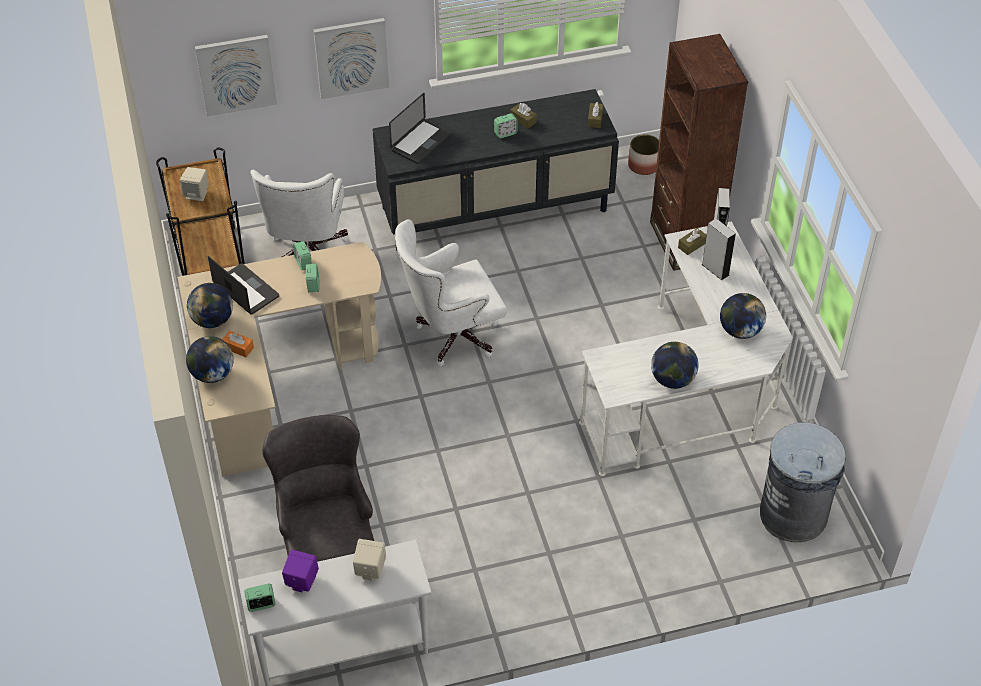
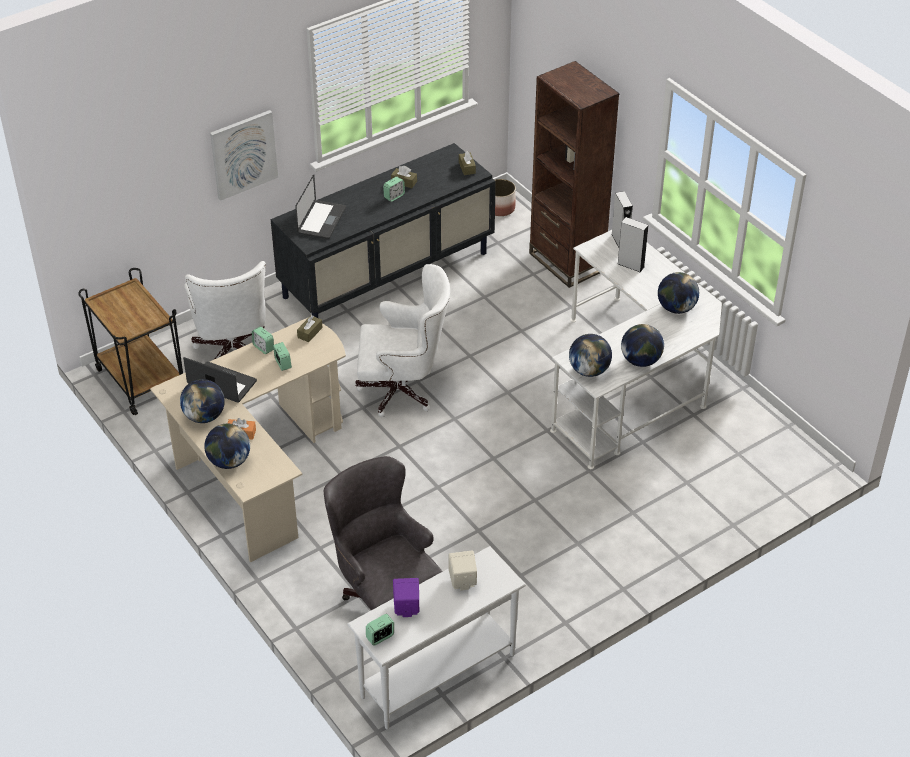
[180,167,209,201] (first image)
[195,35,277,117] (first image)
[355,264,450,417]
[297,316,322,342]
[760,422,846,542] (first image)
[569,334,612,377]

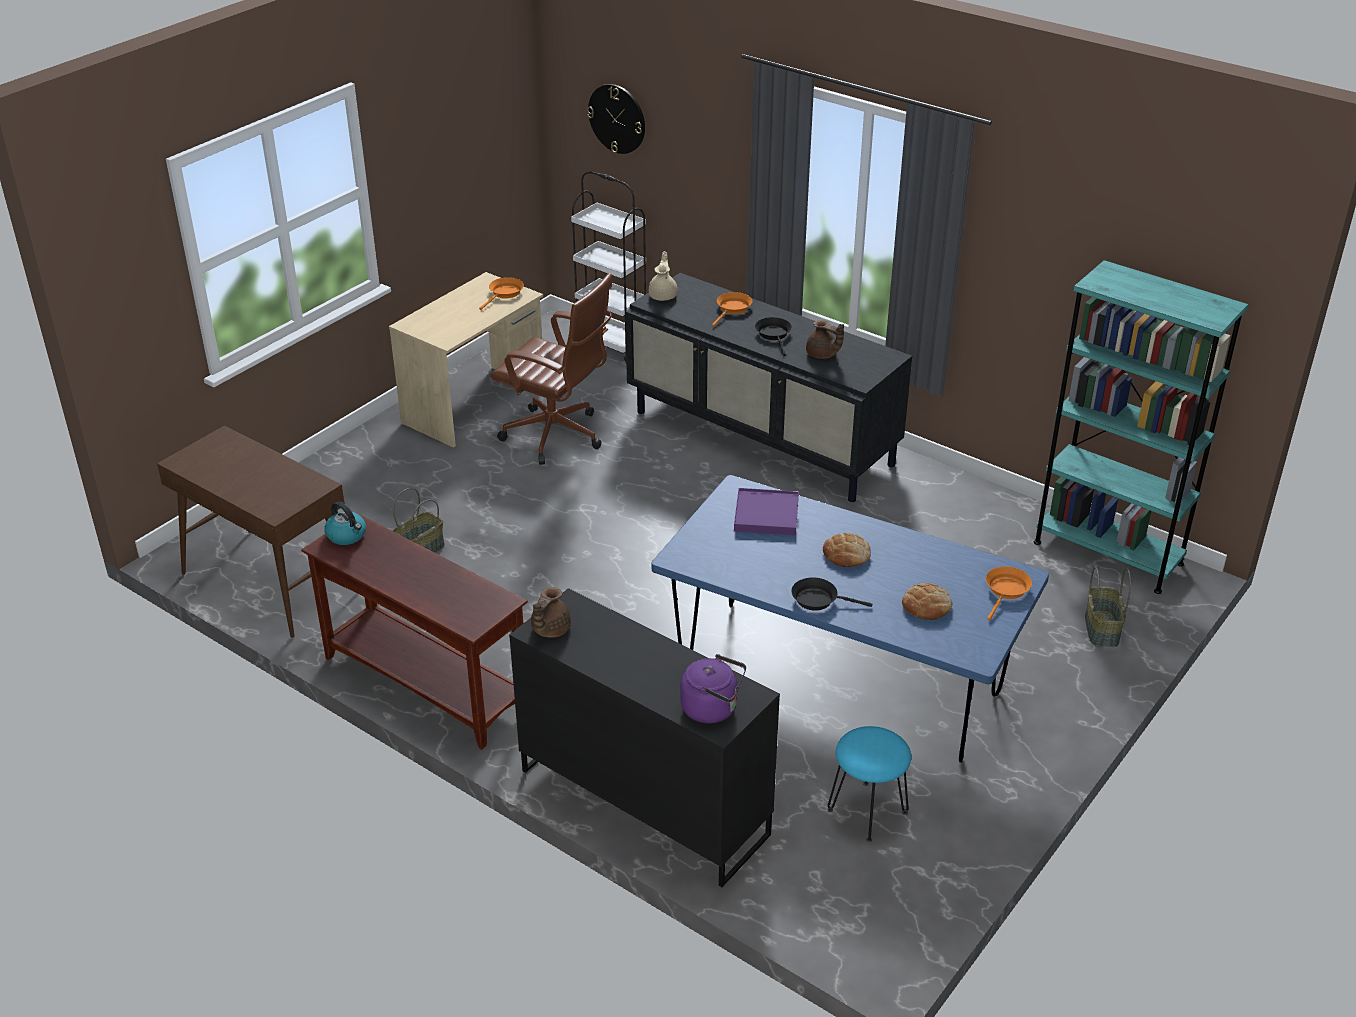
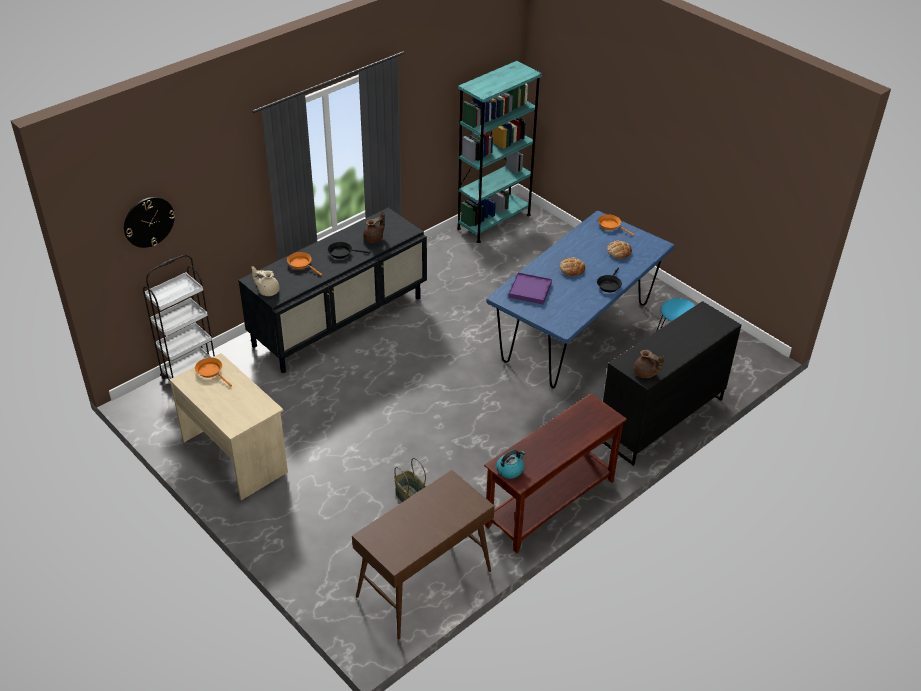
[491,273,612,465] (first image)
[680,654,746,723] (first image)
[1085,567,1131,647] (first image)

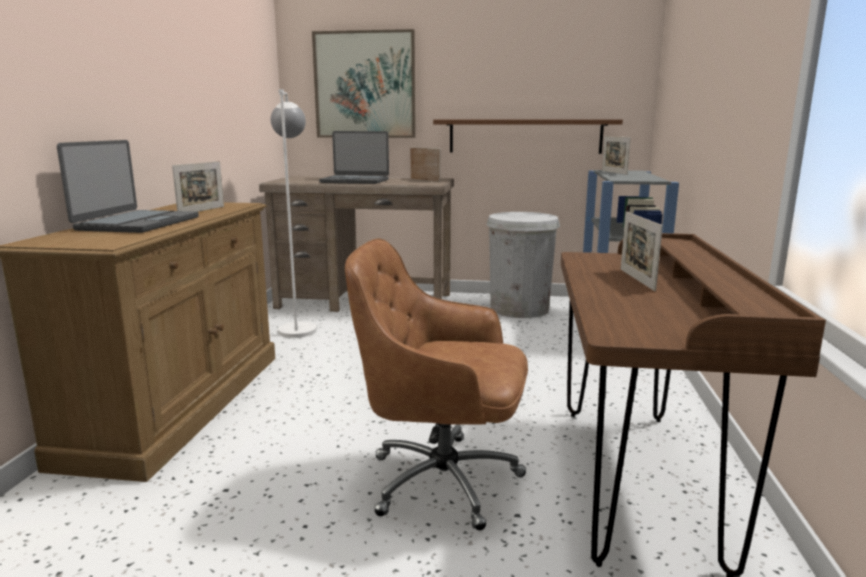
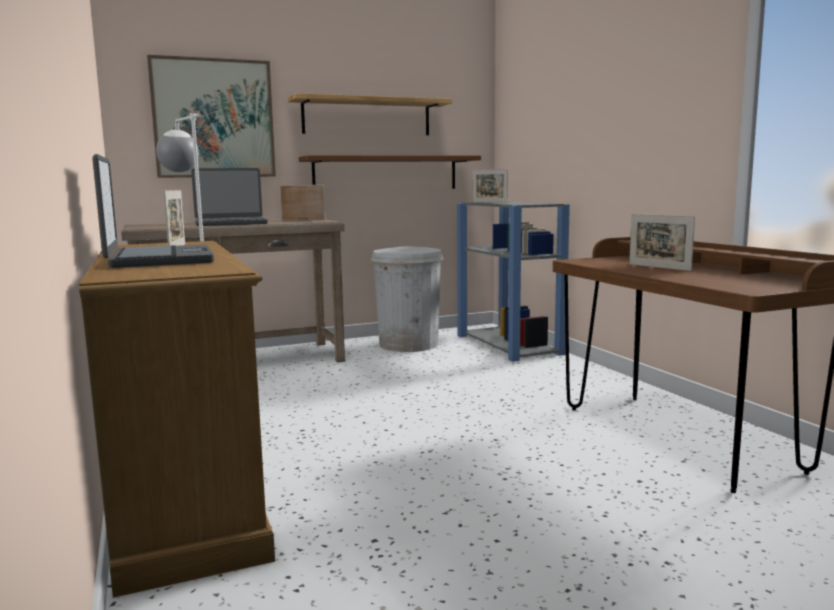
[345,238,528,530] (first image)
[288,93,453,135]

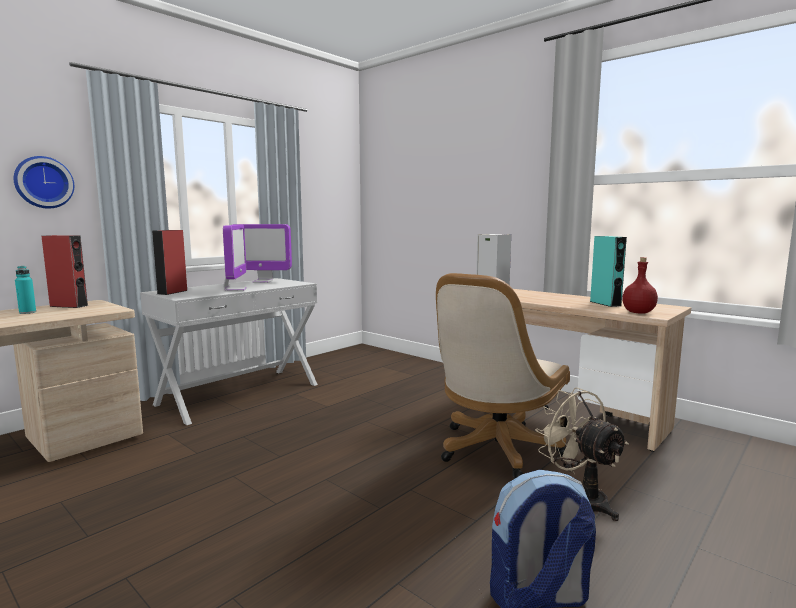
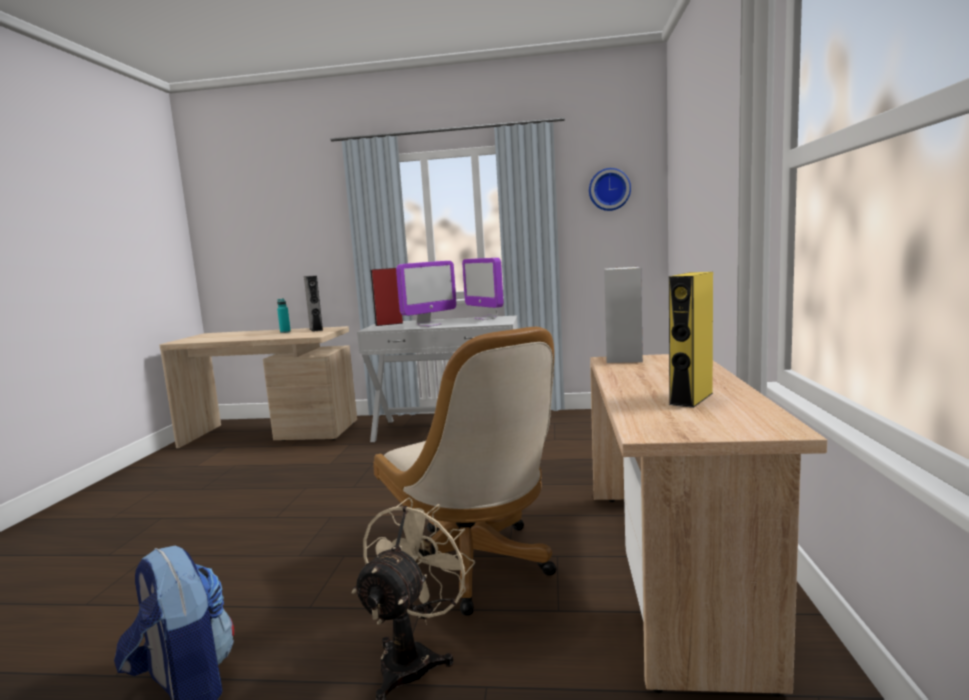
[589,168,631,211]
[304,275,323,332]
[373,327,556,616]
[669,272,713,408]
[622,257,658,314] (first image)

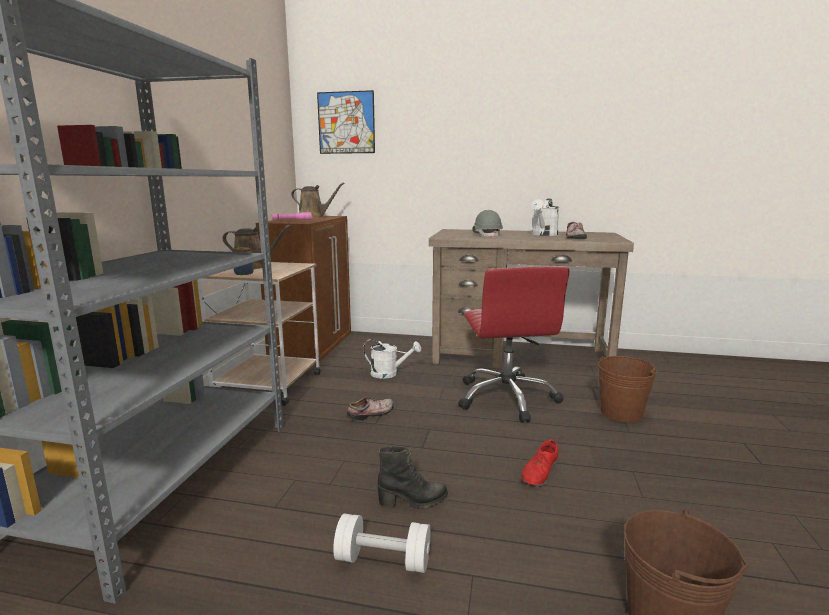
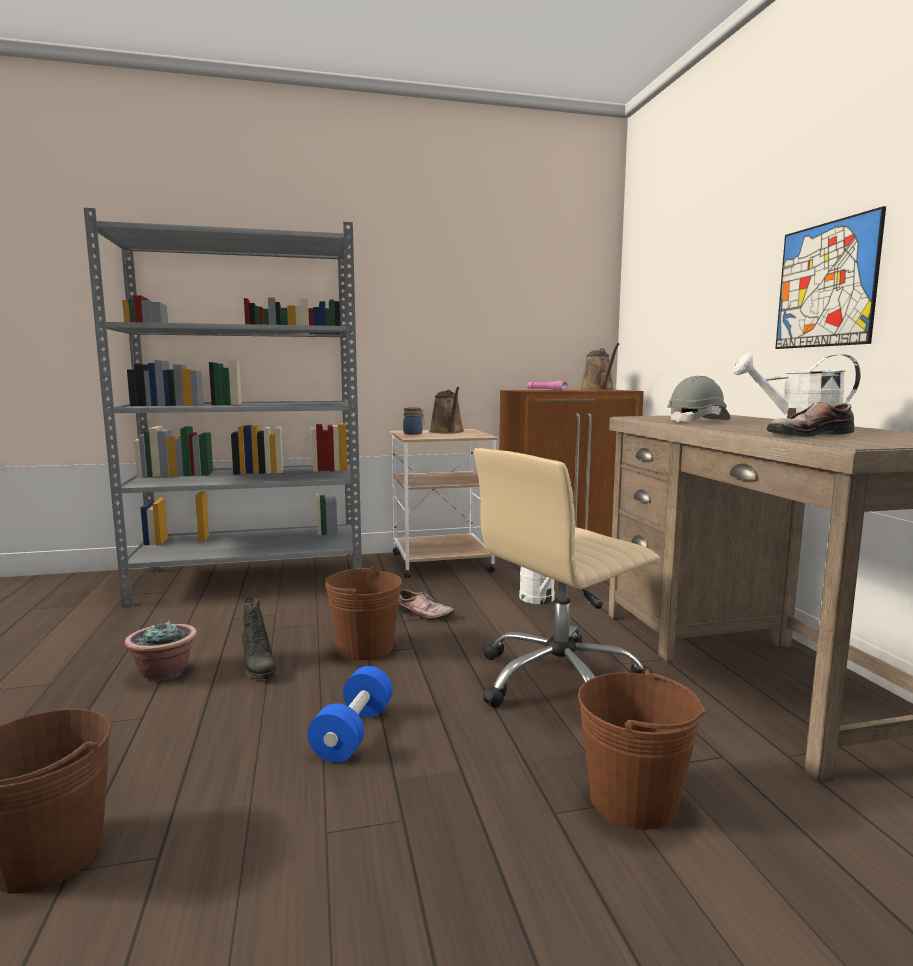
[775,206,886,349]
[124,620,197,682]
[474,448,660,708]
[308,666,393,763]
[325,566,402,660]

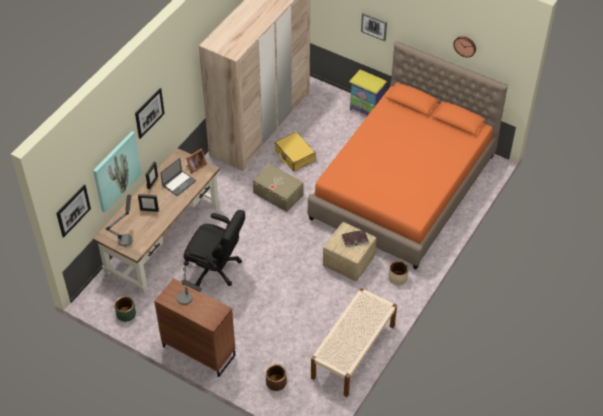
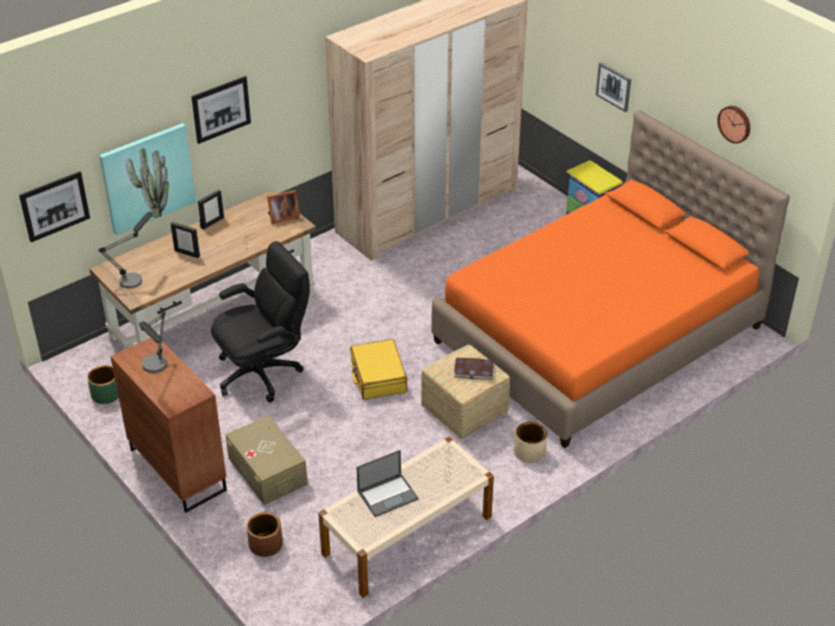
[357,450,419,517]
[211,241,310,403]
[225,415,308,505]
[350,339,407,400]

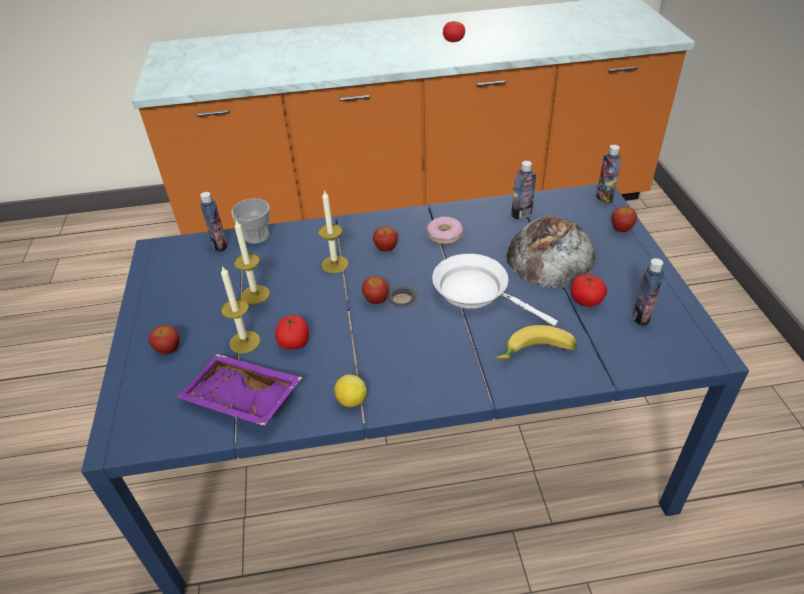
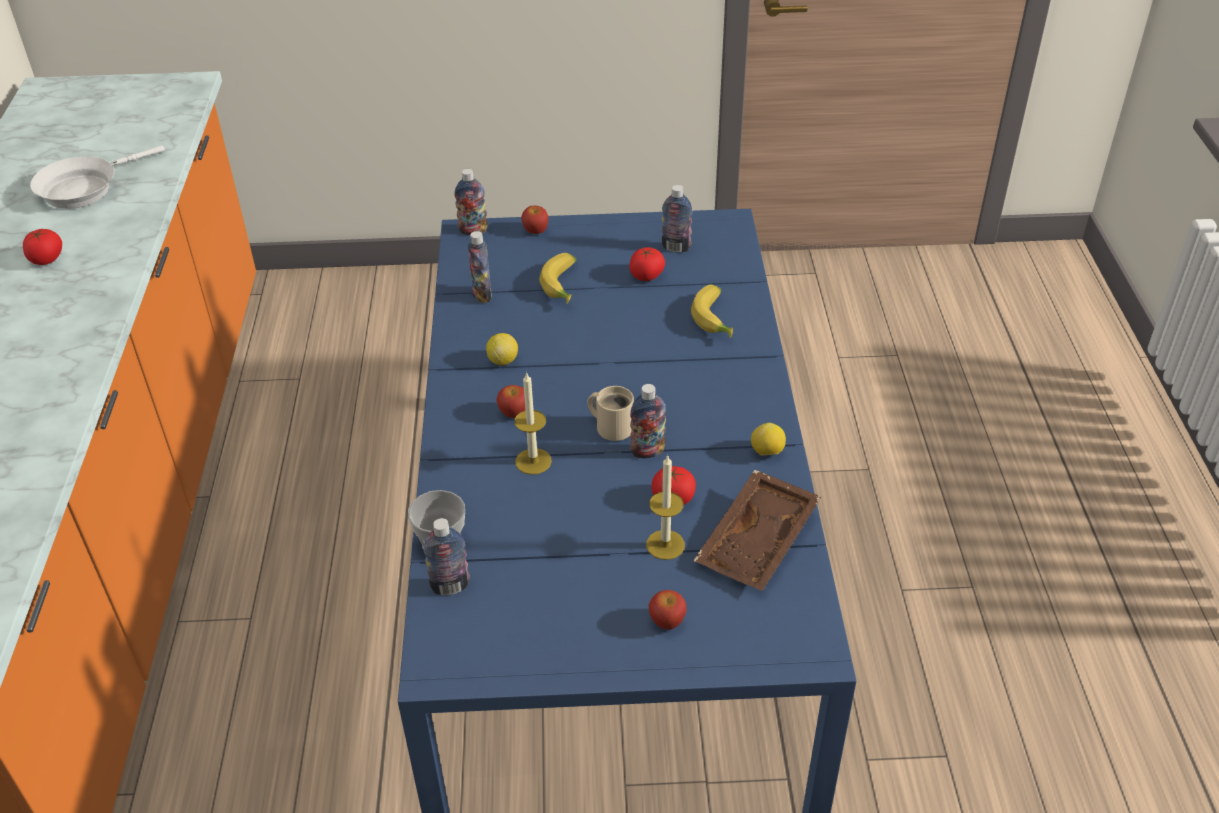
[694,470,821,591]
[234,221,270,305] (first image)
[587,386,634,441]
[486,333,518,365]
[30,145,165,209]
[539,253,576,304]
[630,384,666,458]

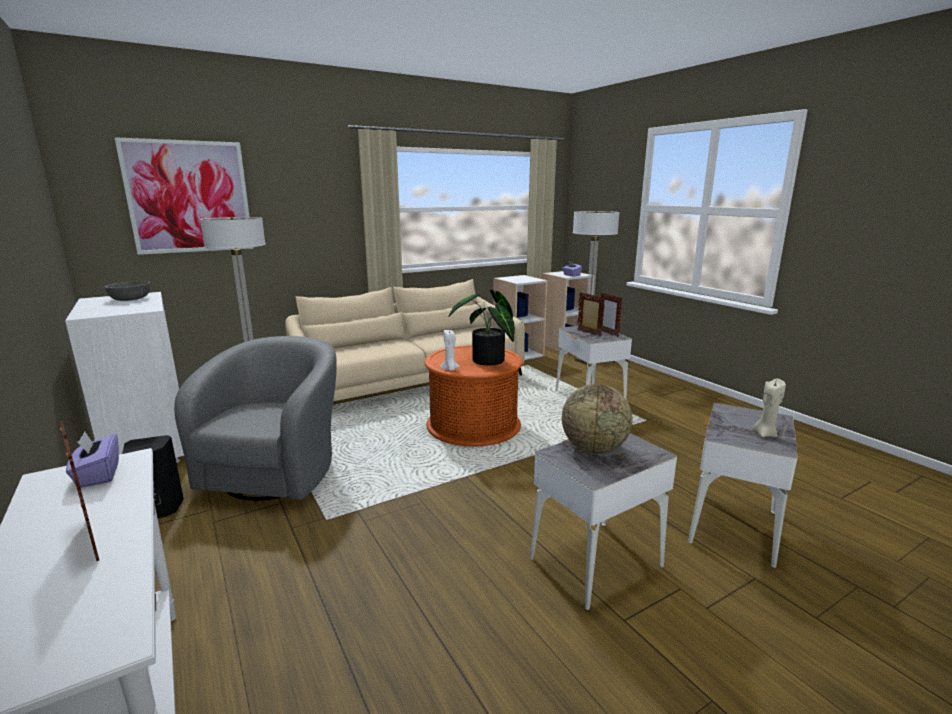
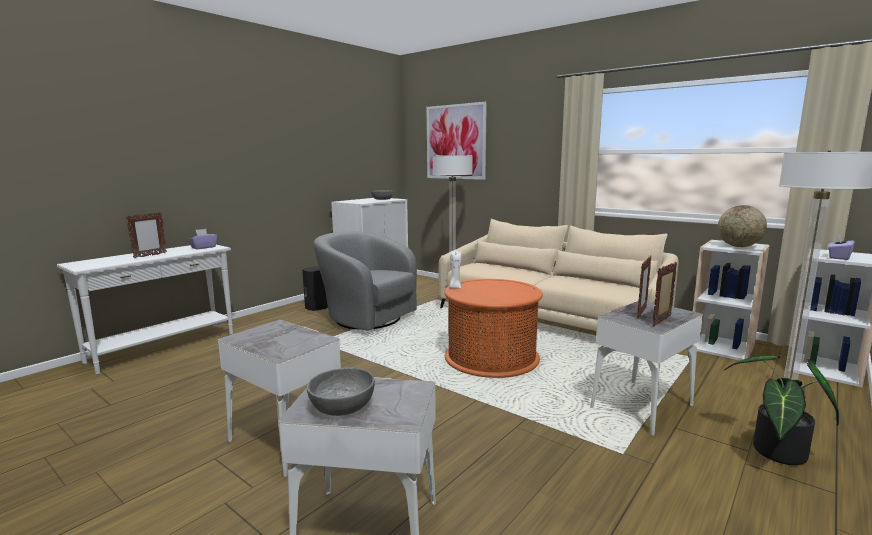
[314,231,417,331]
[724,356,839,465]
[718,205,767,247]
[307,367,375,416]

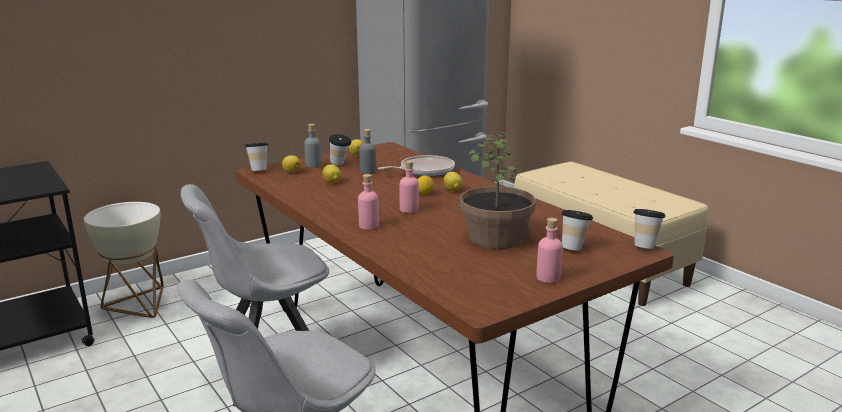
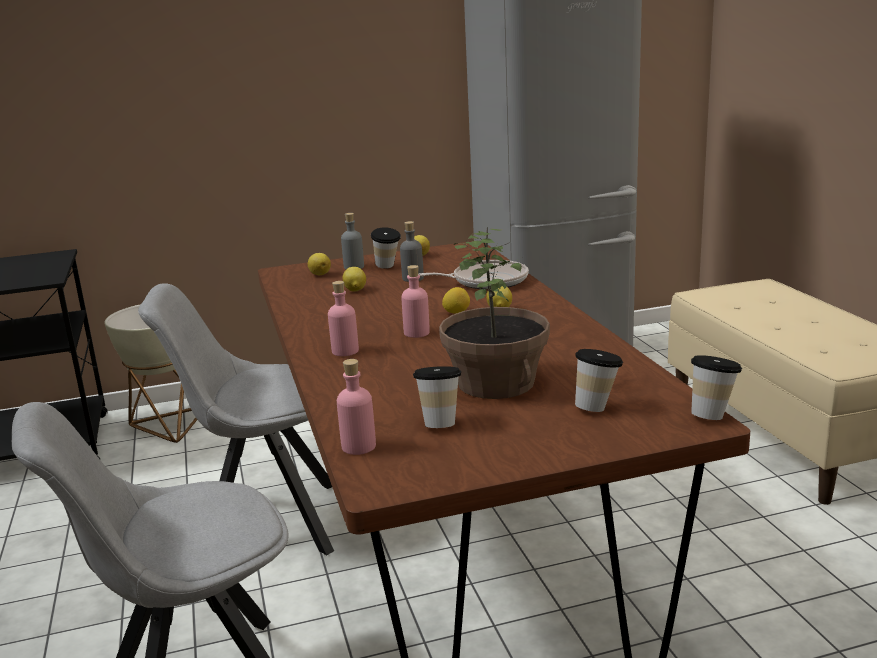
[413,366,461,428]
[337,359,376,455]

